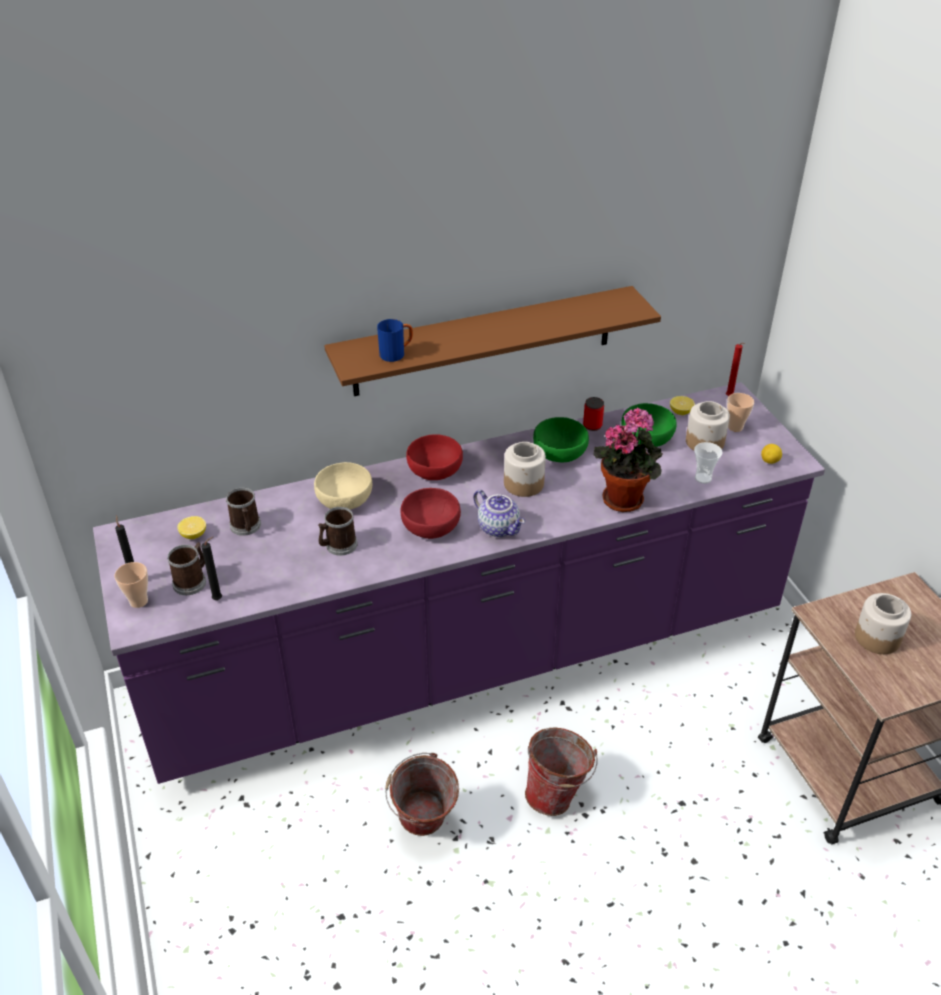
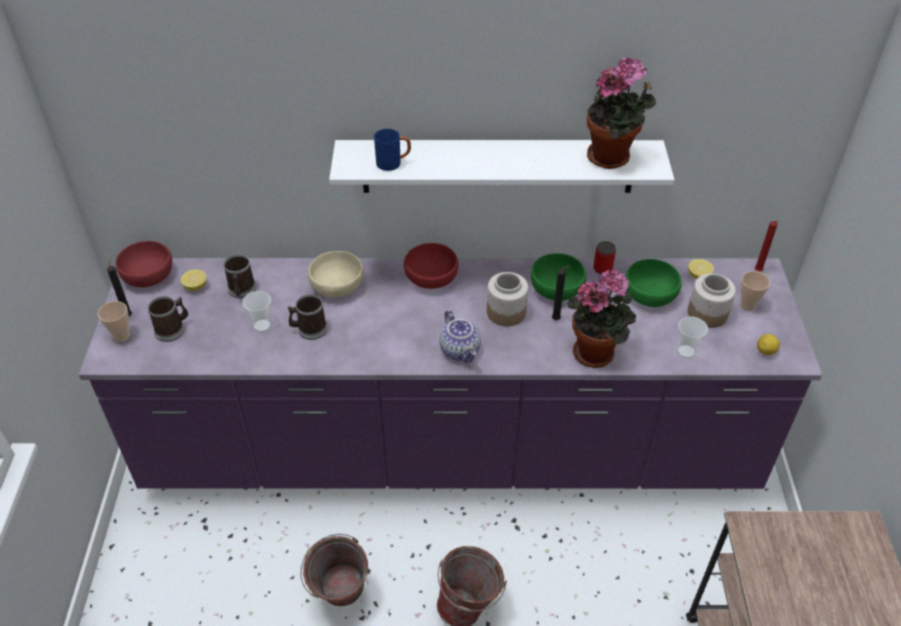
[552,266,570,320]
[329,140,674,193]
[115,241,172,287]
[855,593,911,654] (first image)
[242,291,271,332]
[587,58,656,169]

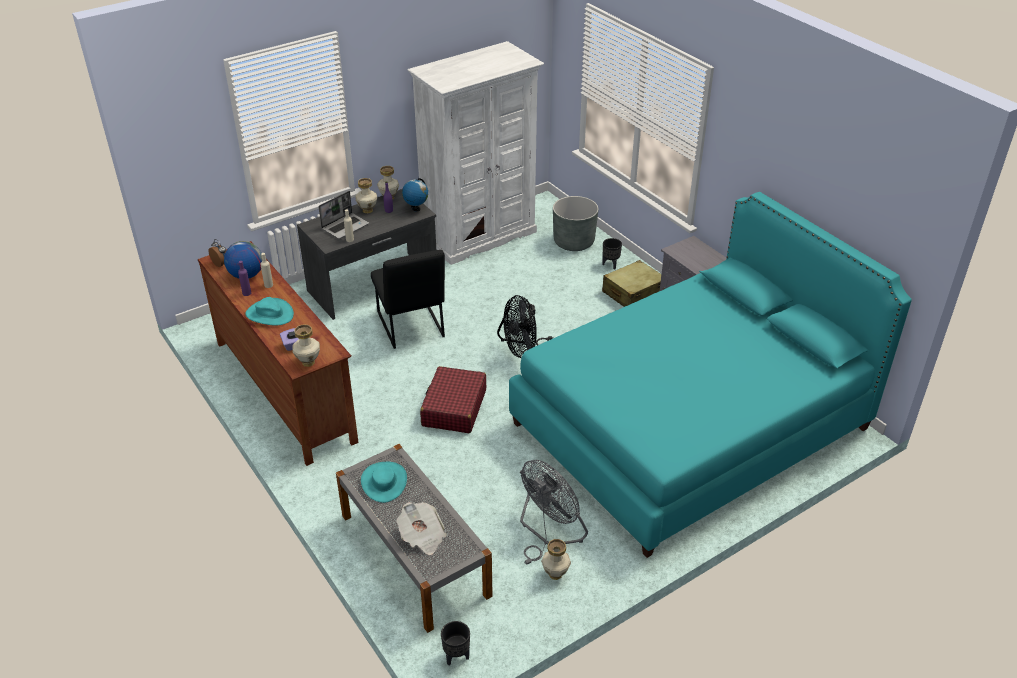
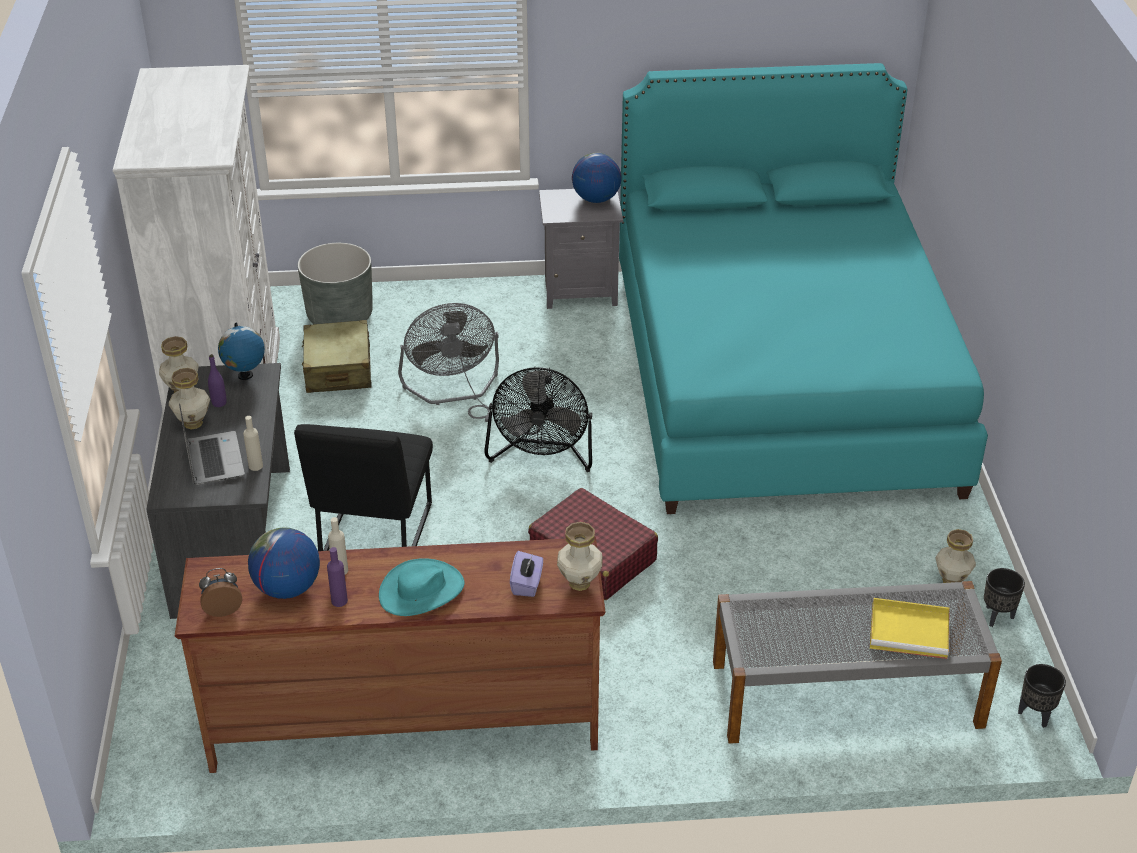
[361,462,407,503] (first image)
[294,424,433,551]
[870,598,950,659]
[398,303,499,422]
[984,568,1025,627]
[302,320,372,393]
[572,153,622,203]

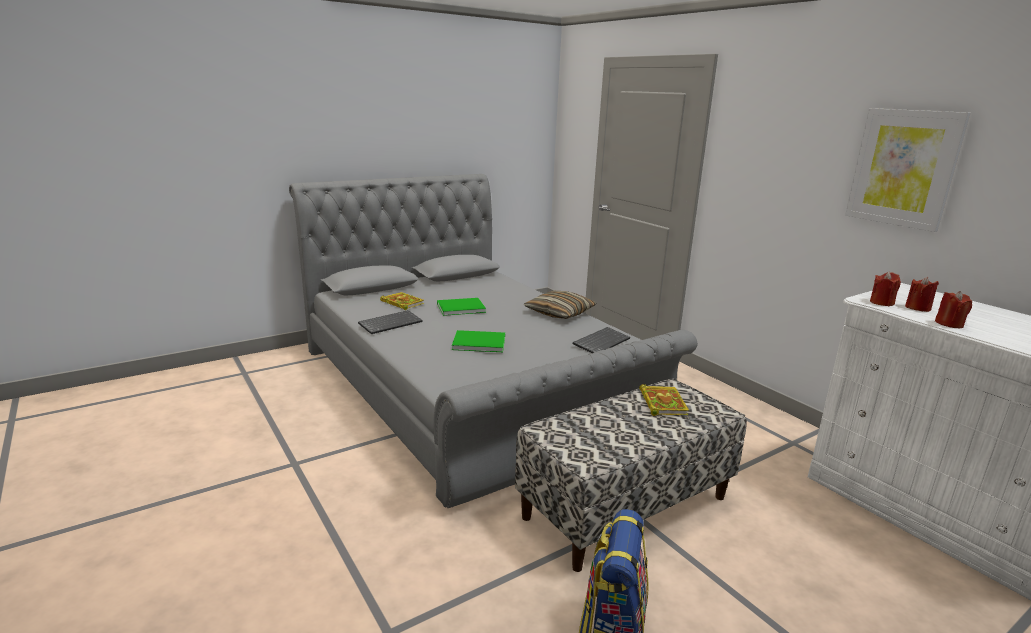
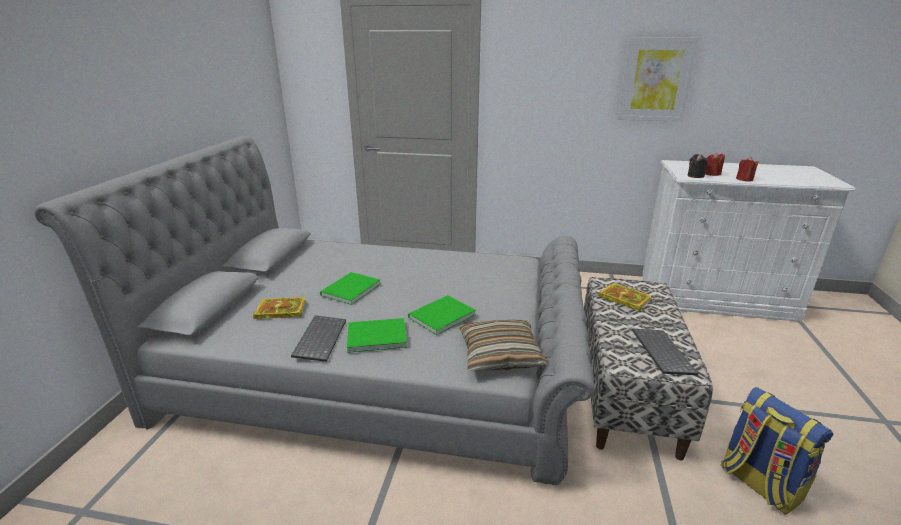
[459,320,548,371]
[632,329,698,375]
[688,154,708,178]
[347,318,407,353]

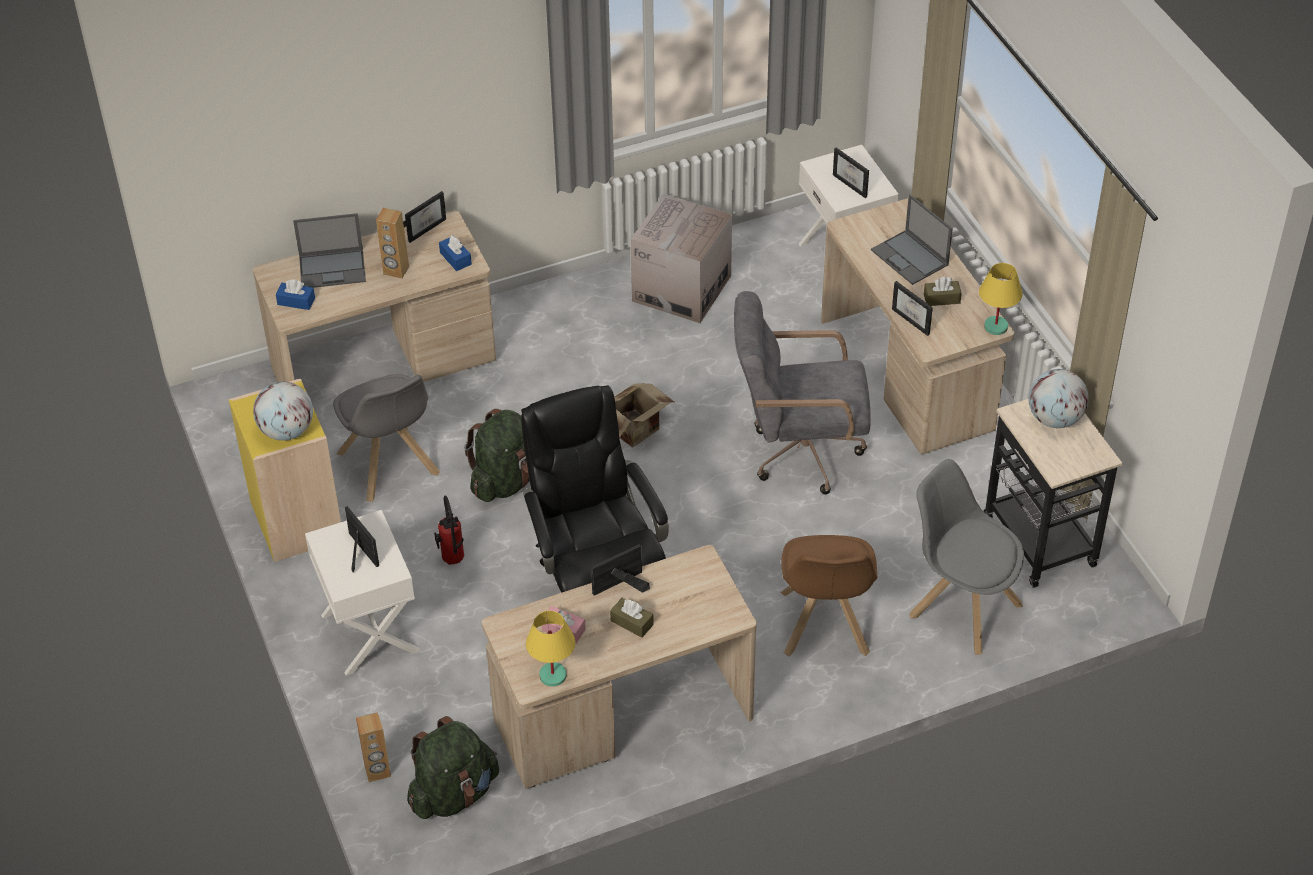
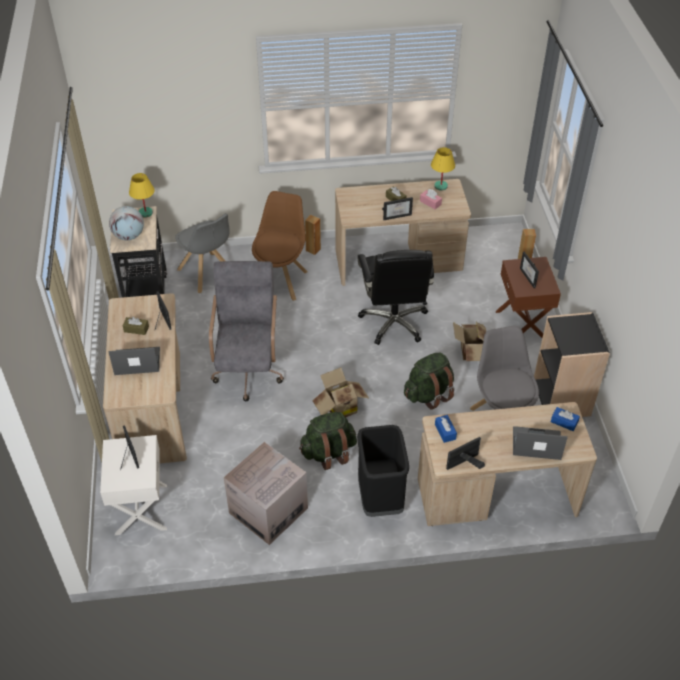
[534,312,610,417]
[253,381,313,441] (first image)
[496,257,561,338]
[305,215,321,255]
[299,412,357,470]
[453,322,486,361]
[209,261,284,401]
[108,347,160,375]
[129,173,155,218]
[357,425,409,517]

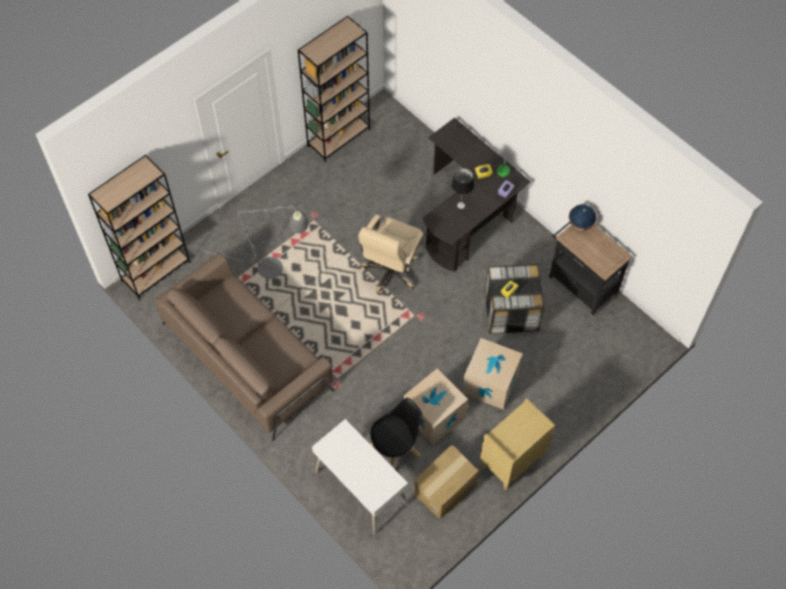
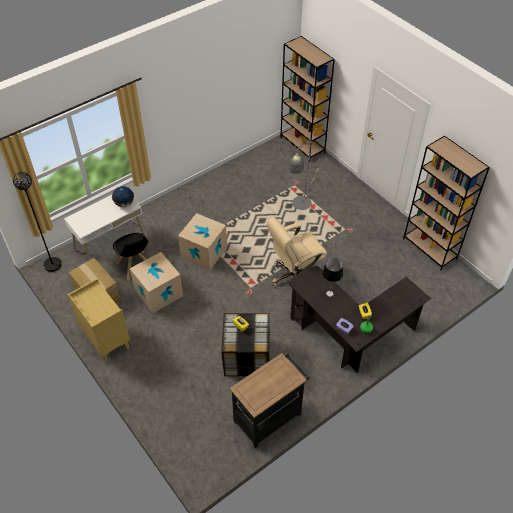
[155,253,335,441] (first image)
[267,217,327,286]
[178,213,227,270]
[112,186,134,207]
[13,172,62,272]

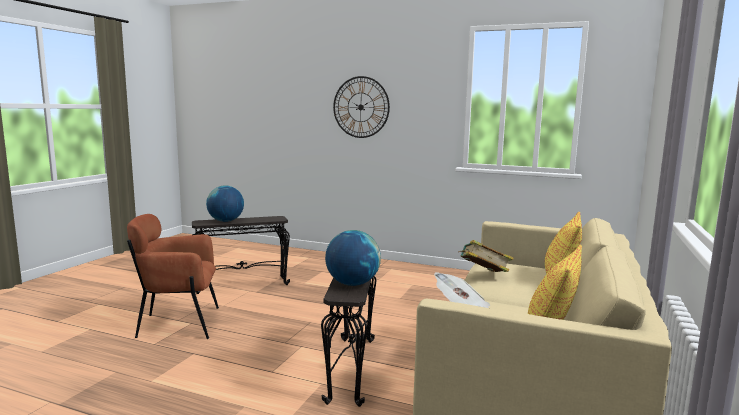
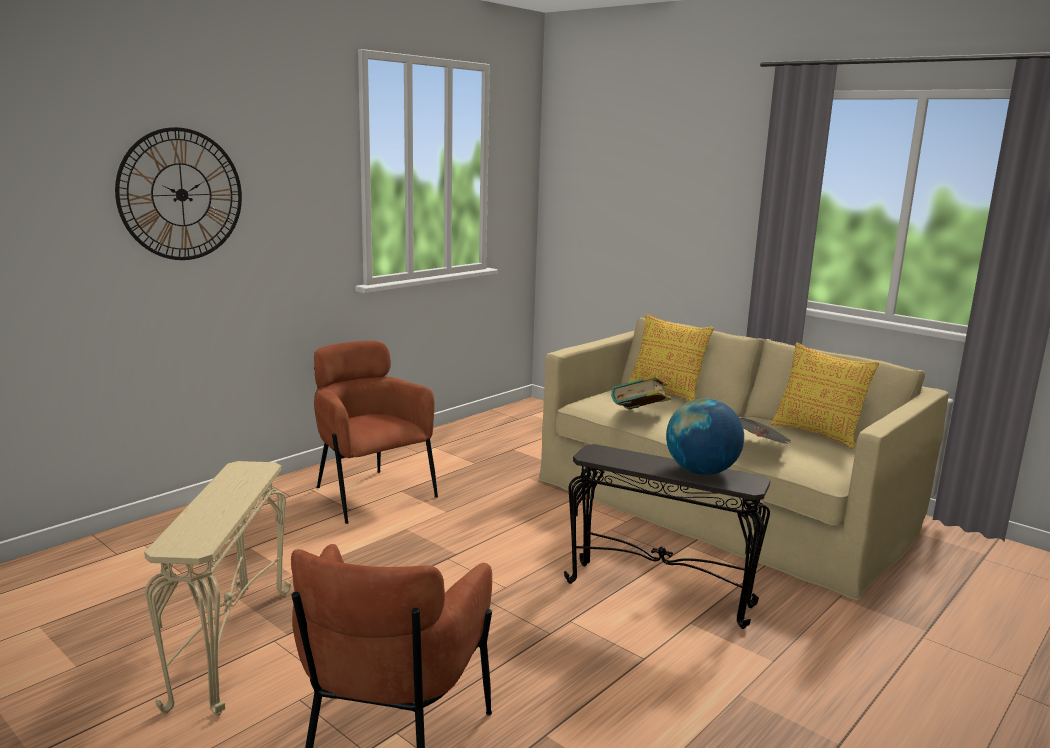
[144,461,291,716]
[206,186,244,222] (first image)
[314,341,438,524]

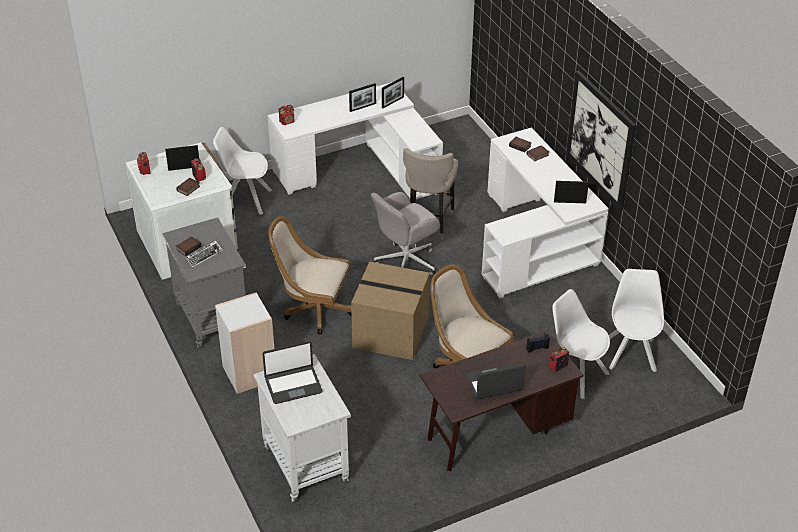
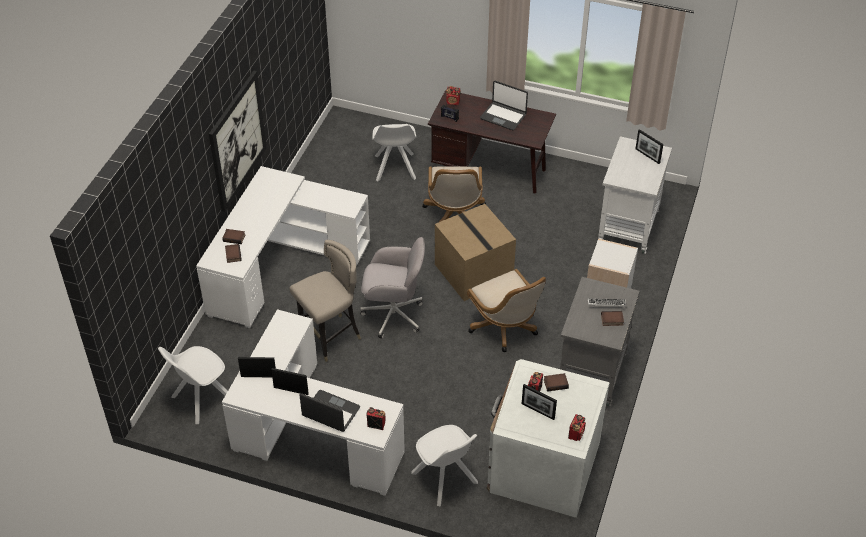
[299,390,360,432]
[635,129,663,164]
[158,346,228,424]

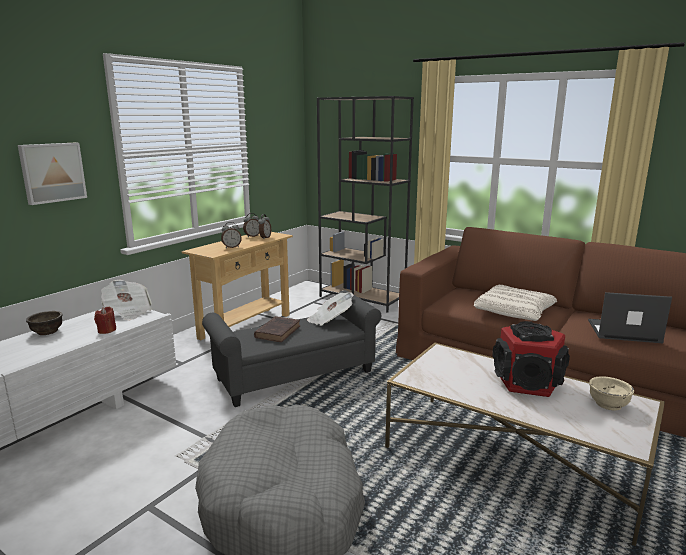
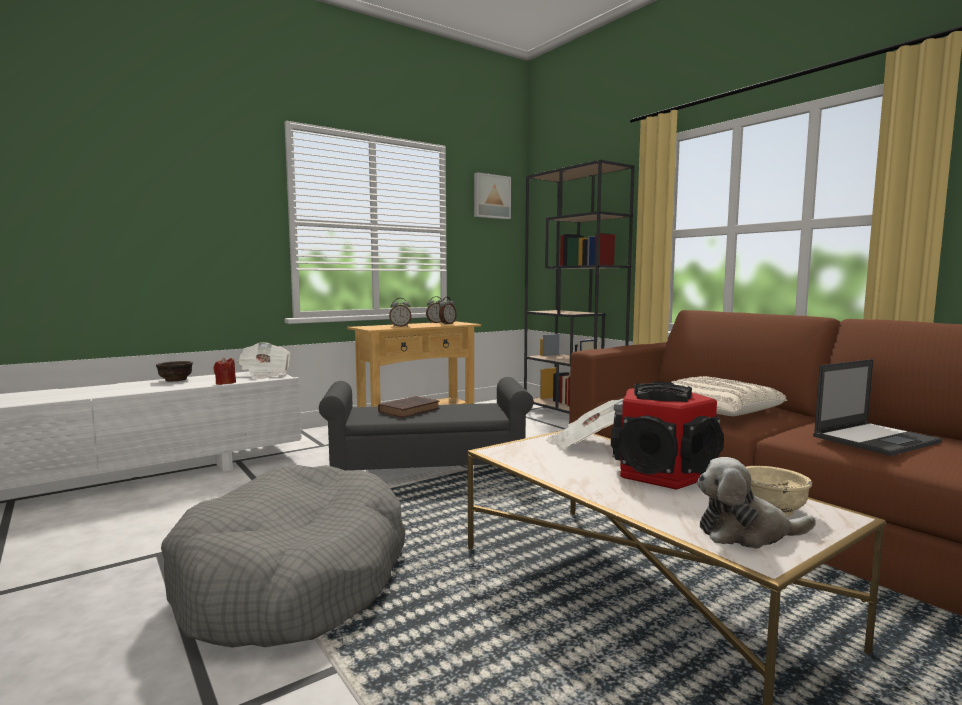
[474,172,511,219]
[546,399,623,448]
[813,359,942,456]
[697,457,816,549]

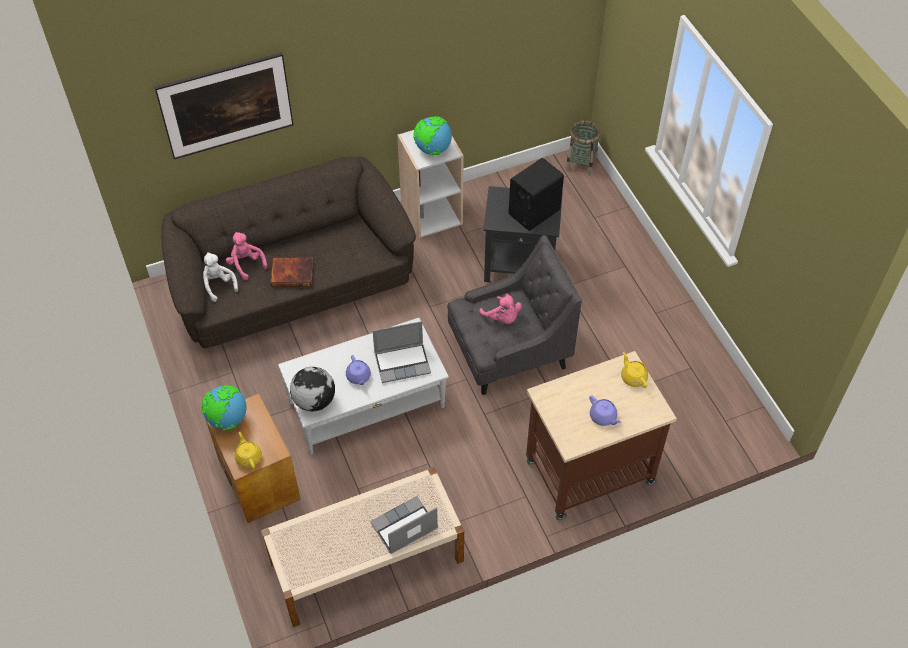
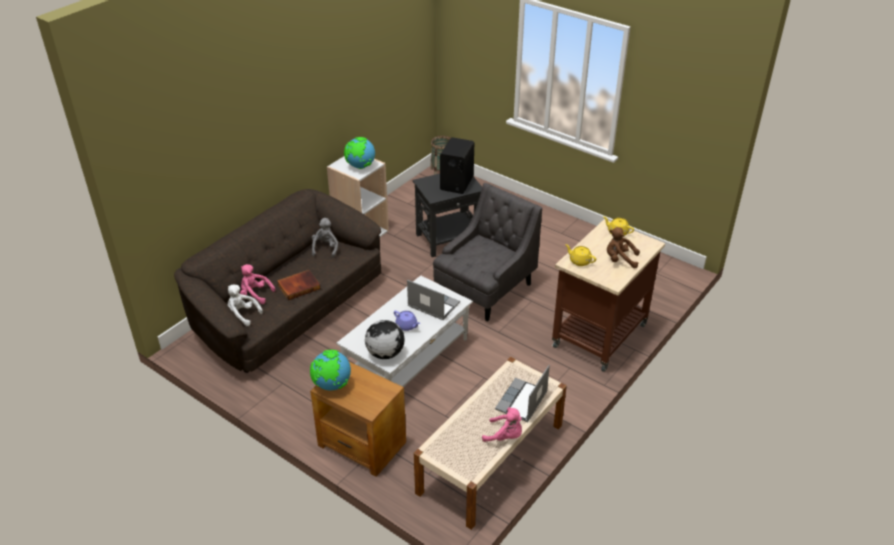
[155,52,293,159] (first image)
[565,244,596,266]
[407,280,460,320]
[482,407,522,442]
[607,227,640,268]
[312,218,338,258]

